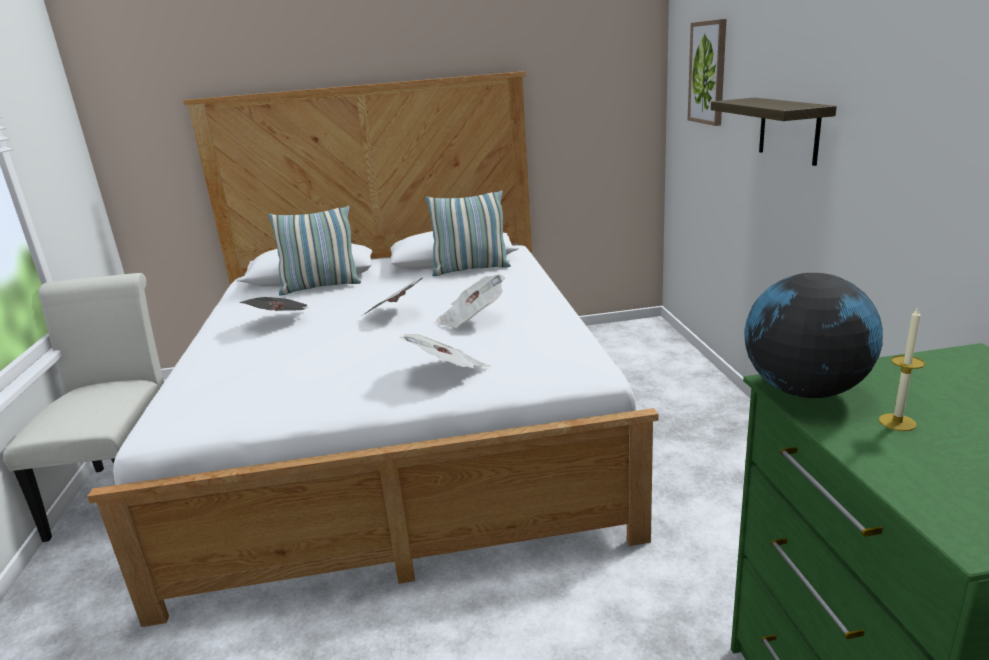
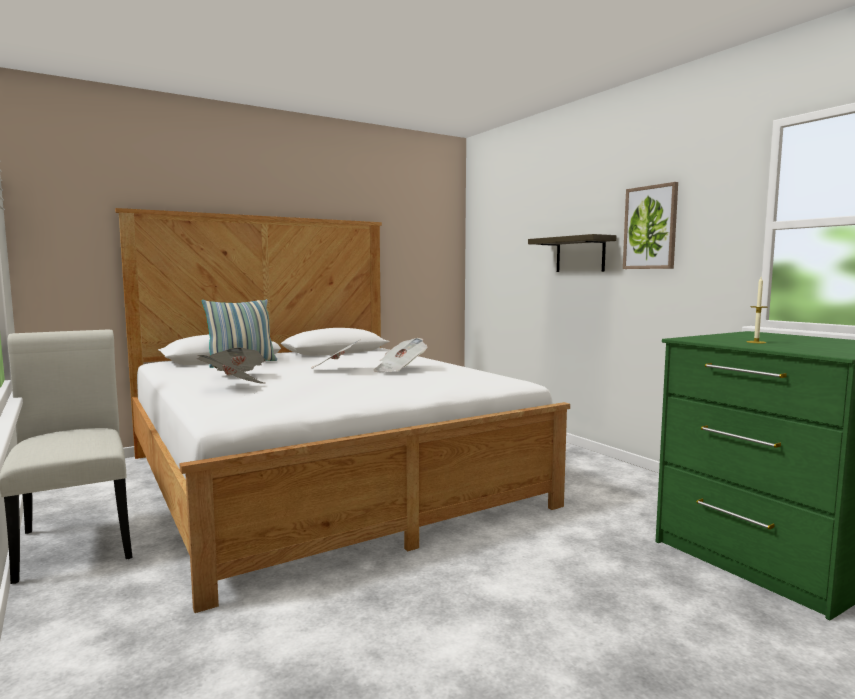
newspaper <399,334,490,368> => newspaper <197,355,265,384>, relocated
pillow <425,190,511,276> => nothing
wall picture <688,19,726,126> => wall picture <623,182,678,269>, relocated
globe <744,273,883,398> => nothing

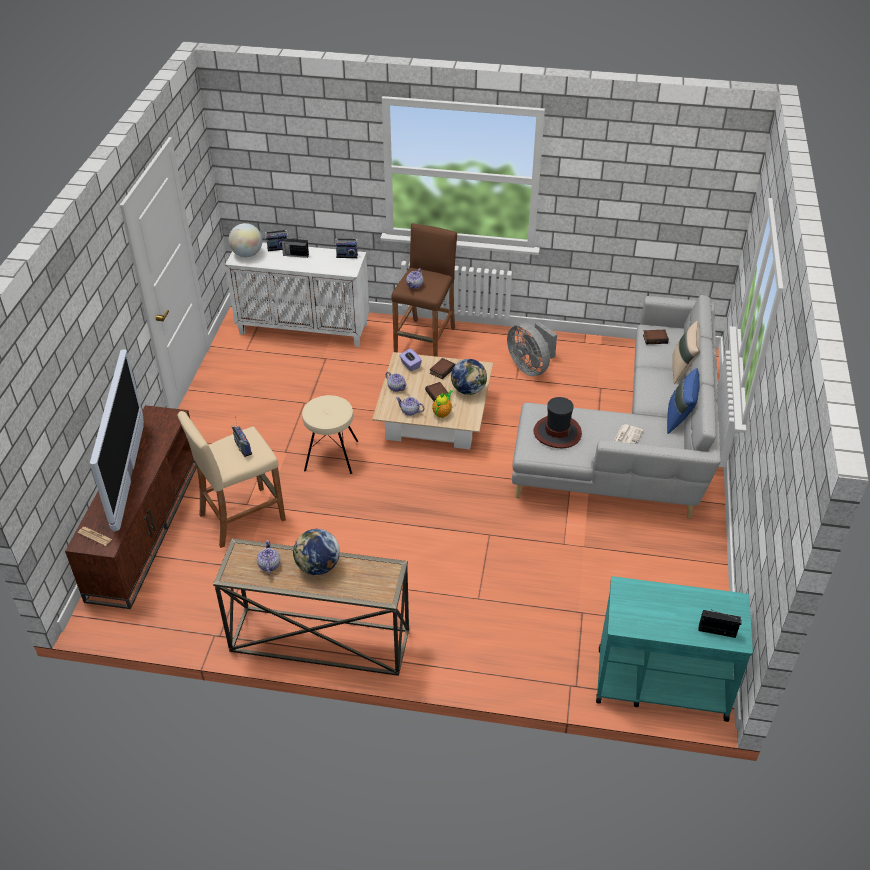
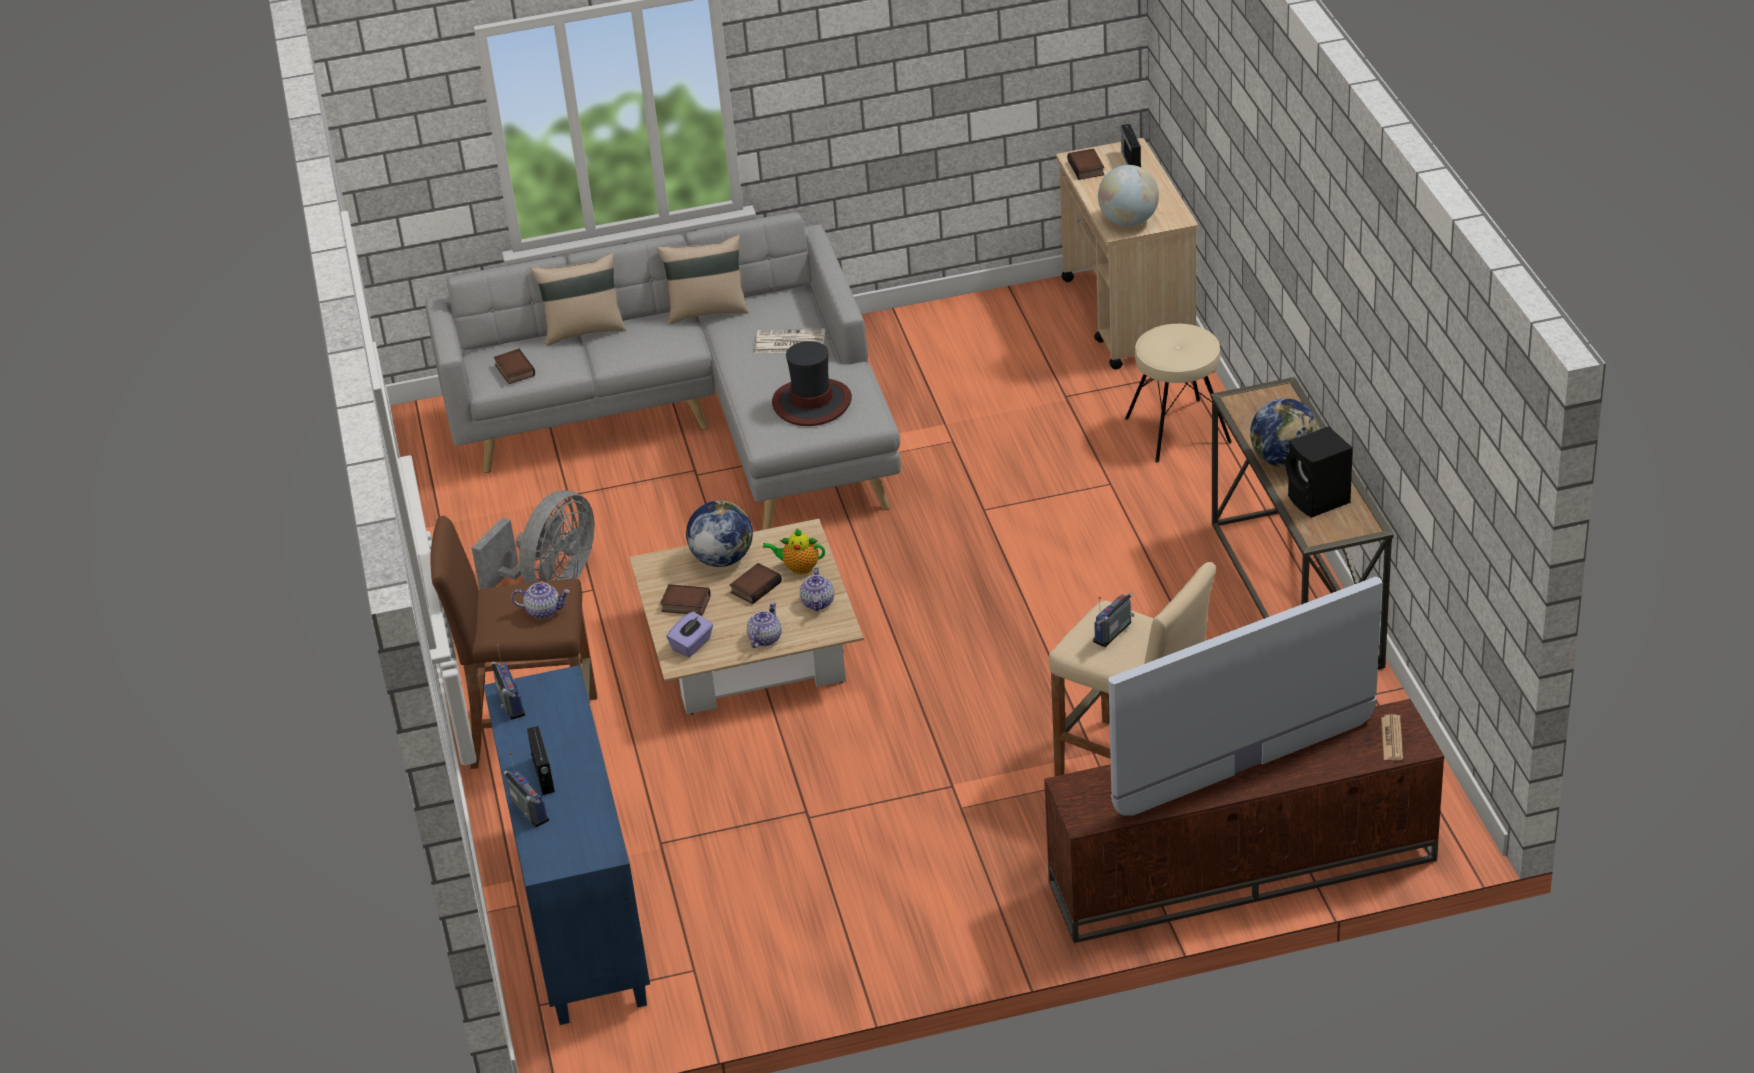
cabinet (whitish) <225,242,369,347> => cabinet (bluish) <484,665,650,1025>
globe <229,223,262,257> => globe <1098,165,1159,227>, relocated
teapot <257,540,280,575> => loudspeaker (black-coloured) <1286,426,1353,518>
stool seat (sand-coloured) <302,395,358,474> => stool seat (sand-coloured) <1125,324,1232,463>, relocated
cart (turquoise-coloured) <596,576,753,722> => cart (sand-coloured) <1056,138,1198,370>
pillow (bluish) <667,368,699,434> => pillow (sand-coloured) <656,235,749,325>
nothing => bound book <1067,149,1104,180>

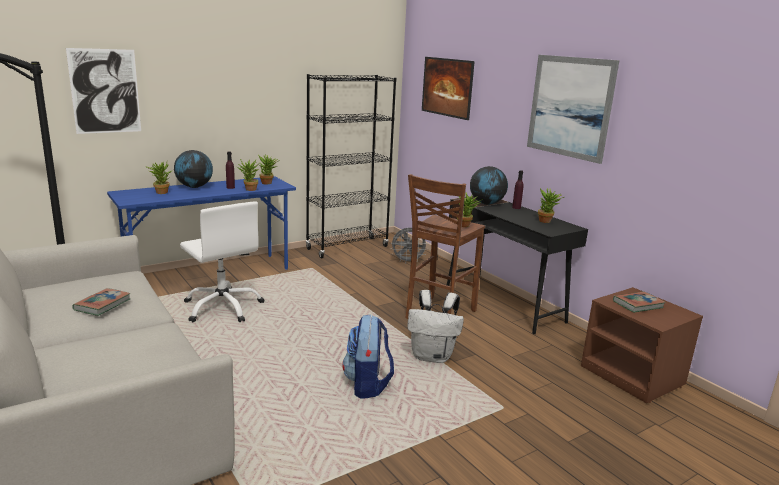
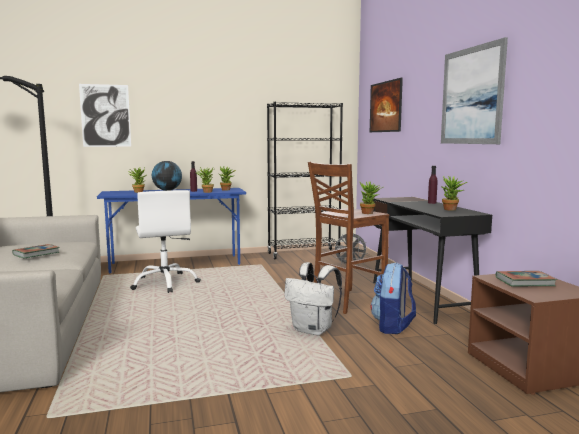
backpack <342,314,394,399> => backpack <370,262,416,334>, relocated
globe <470,166,508,205> => nothing

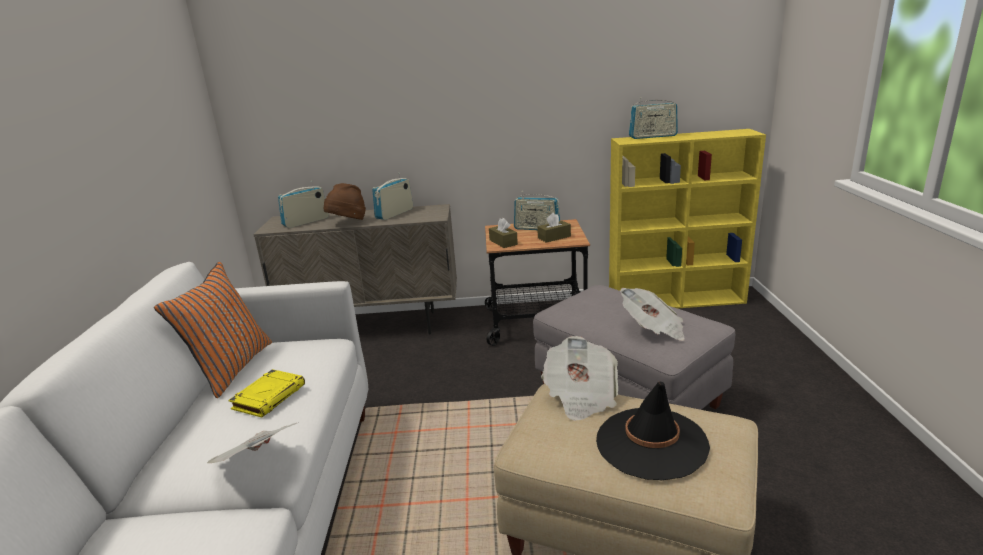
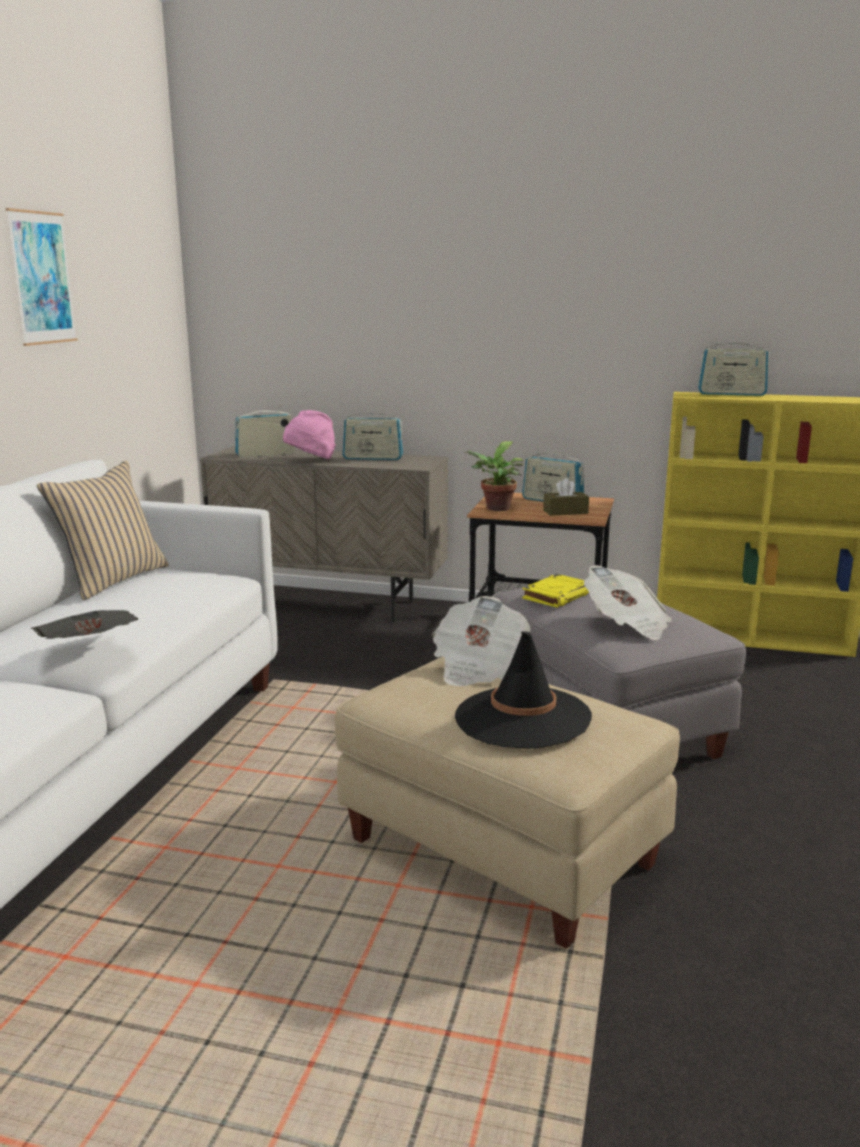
pillow (orange) <154,262,272,398> => pillow (sand-coloured) <37,461,169,600>
bound book (yellow-coloured) <228,369,305,418> => bound book (yellow-coloured) <522,574,589,608>, relocated
hat (brown) <324,183,366,220> => hat (pink-coloured) <283,410,335,459>
radio receiver <372,173,413,220> => radio receiver <343,408,403,460>, 135 degrees counterclockwise
tissue holder (brown) <489,218,518,248> => potted plant <465,441,524,511>
nothing => wall picture <6,208,78,346>

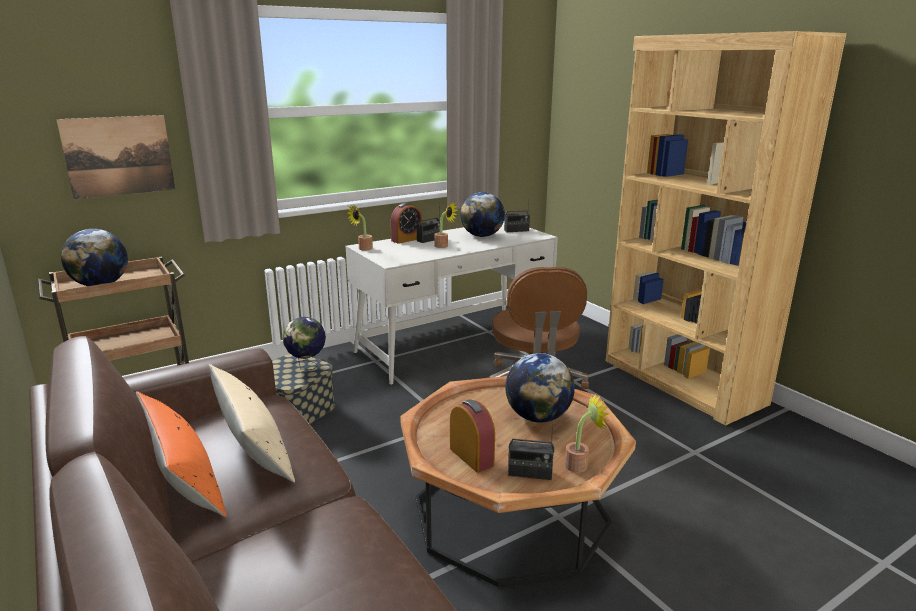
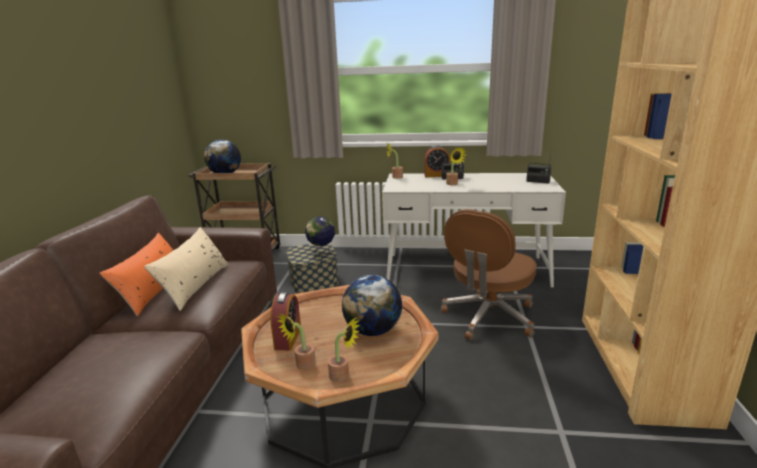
wall picture <56,115,175,199> => nothing
globe <460,192,505,237> => nothing
radio receiver <508,426,554,480> => potted plant <277,313,316,370>

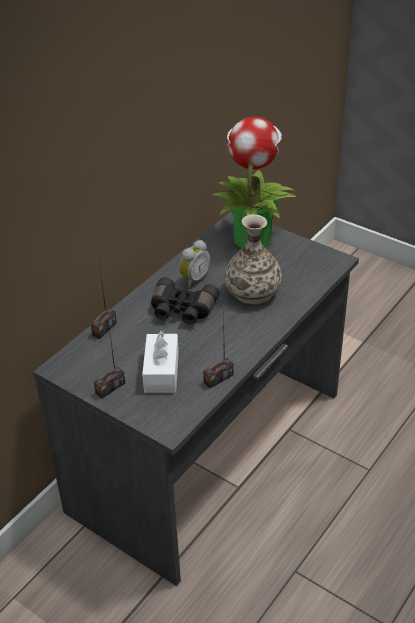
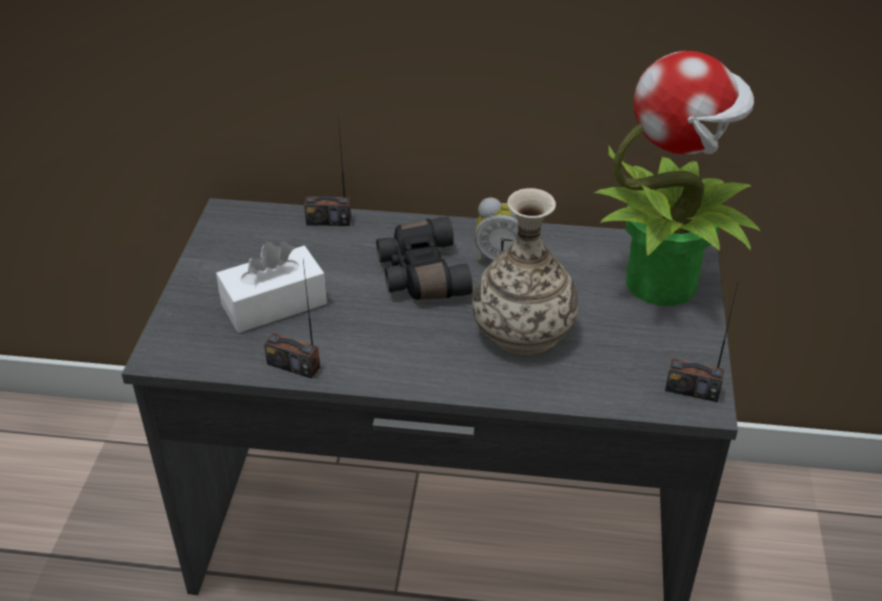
radio receiver <94,321,125,398> => radio receiver <665,283,738,402>, relocated

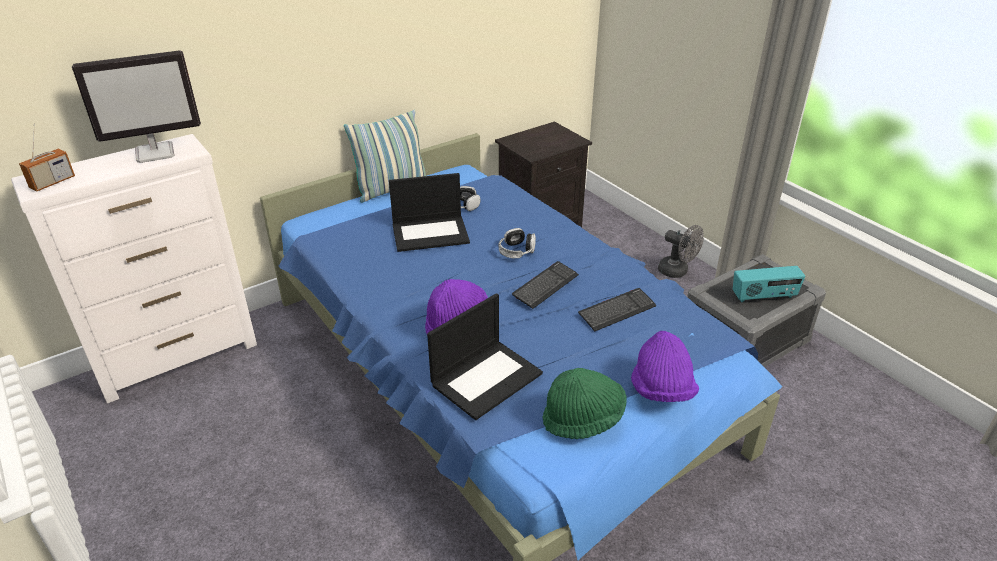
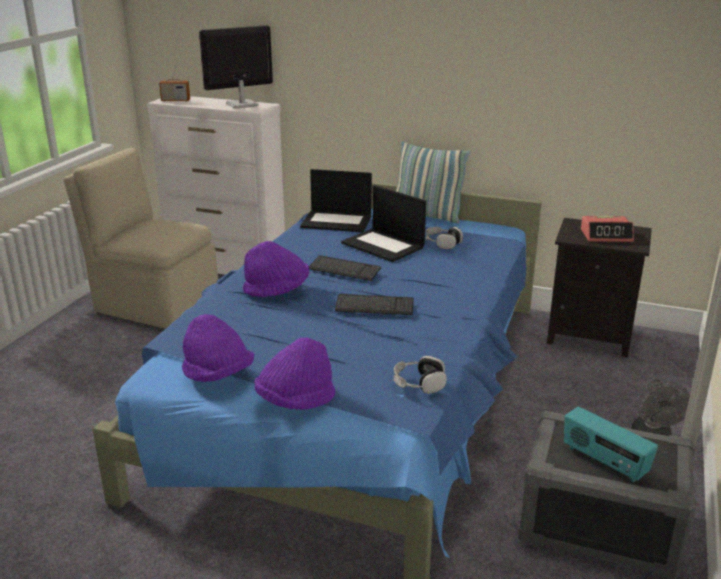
computer display <72,50,201,163> => computer display <199,25,273,109>, 120 degrees clockwise
portable computer <427,293,543,420> => portable computer <300,169,372,232>, relocated
headset <499,228,536,258> => headset <393,356,447,394>, relocated
hat (green) <543,368,627,439> => hat (purple) <182,314,254,382>
PC keyboard <578,288,657,331> => PC keyboard <309,255,381,281>, relocated
nothing => plain chair (sand-coloured) <63,148,218,329>
nothing => alarm clock <581,216,634,242>

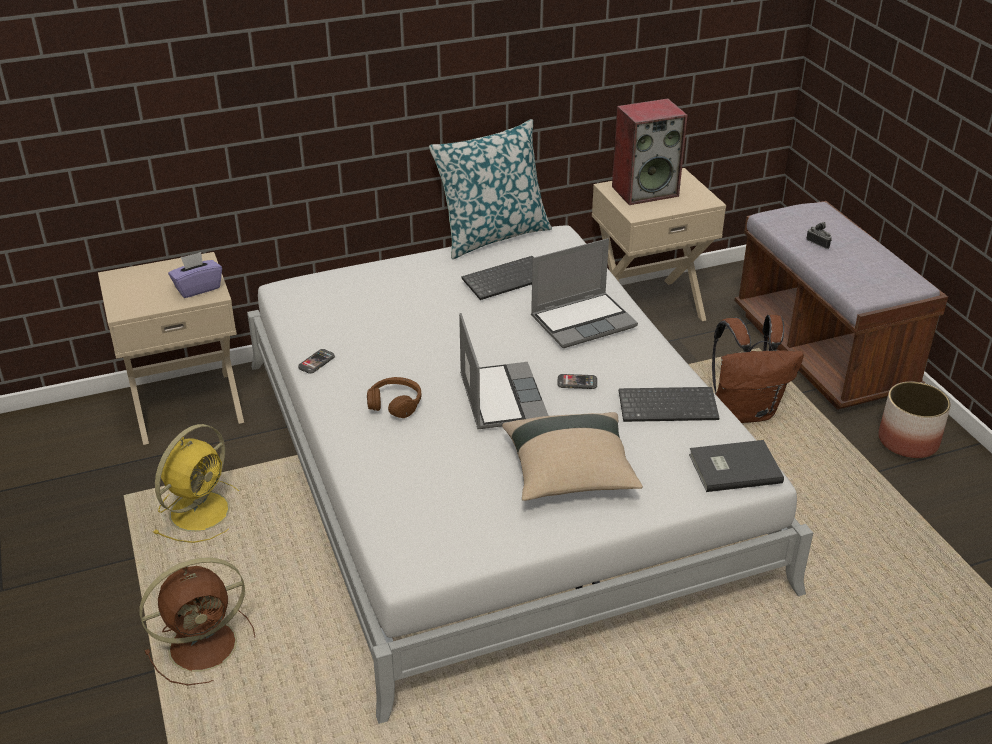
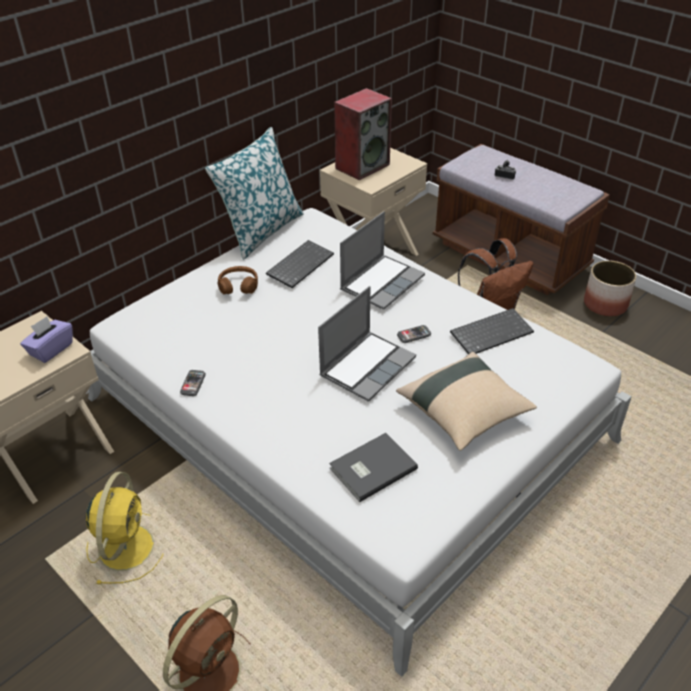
headset (brown) <367,377,421,418> => headset (brown) <218,266,258,294>, relocated
portable computer <459,313,549,429> => portable computer <318,286,416,402>, 75 degrees clockwise
bound book (grey) <689,440,784,492> => bound book (grey) <329,433,418,502>, relocated

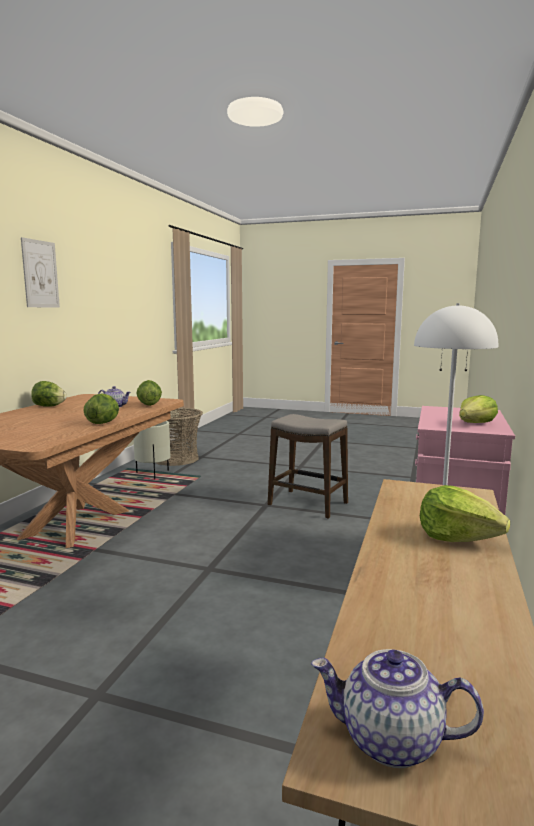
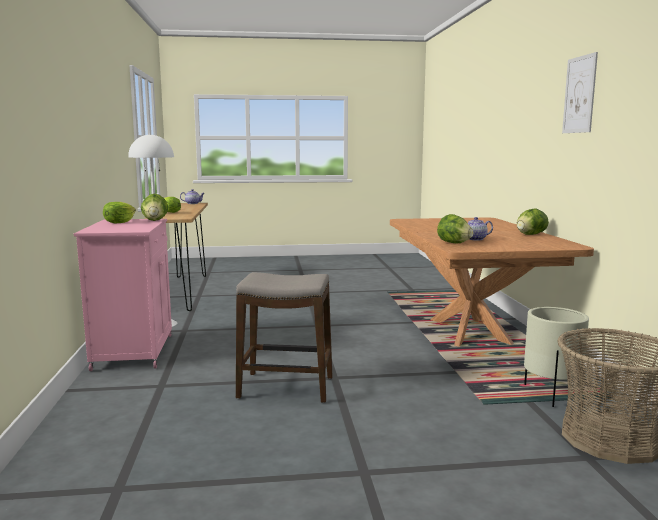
lettuce <83,394,119,424> => lettuce <141,194,168,221>, relocated

